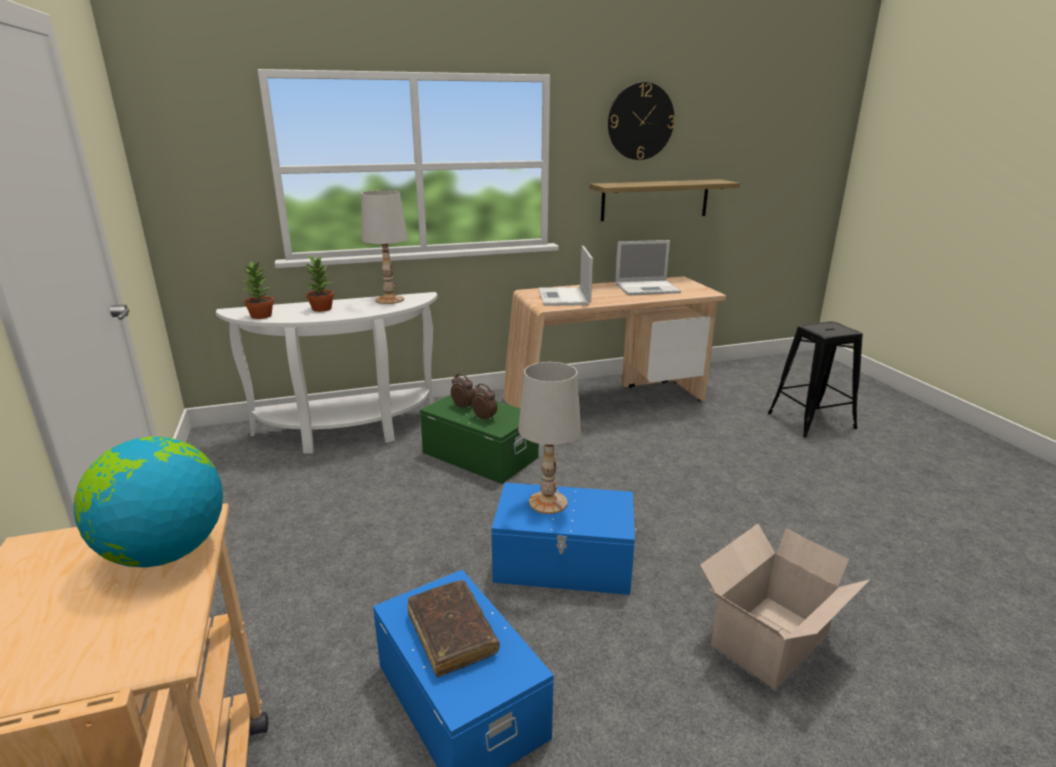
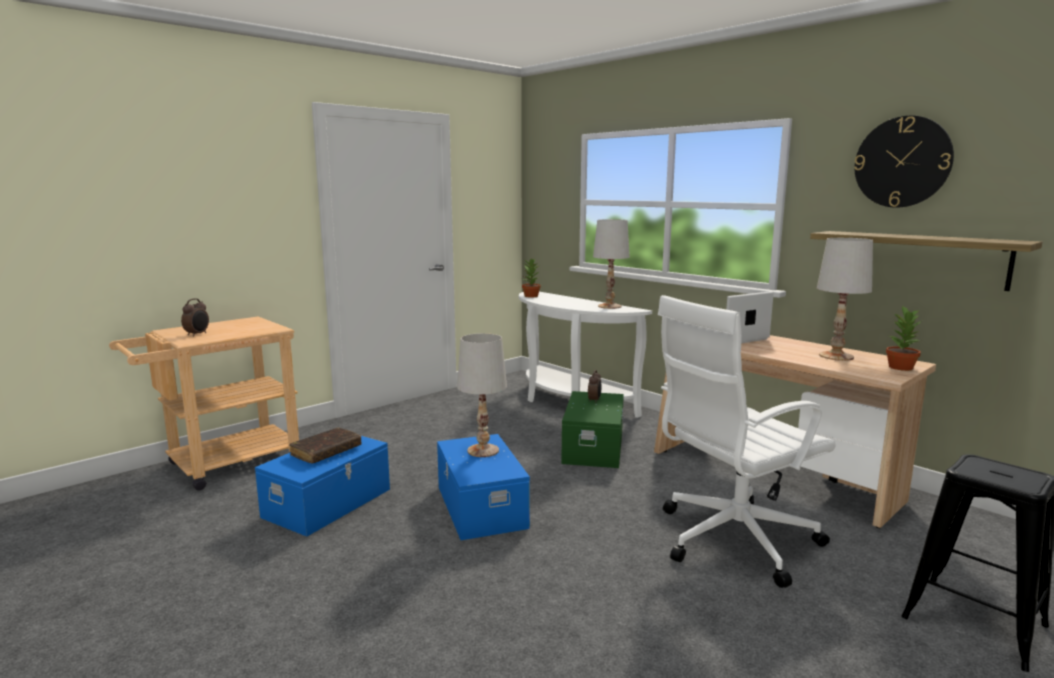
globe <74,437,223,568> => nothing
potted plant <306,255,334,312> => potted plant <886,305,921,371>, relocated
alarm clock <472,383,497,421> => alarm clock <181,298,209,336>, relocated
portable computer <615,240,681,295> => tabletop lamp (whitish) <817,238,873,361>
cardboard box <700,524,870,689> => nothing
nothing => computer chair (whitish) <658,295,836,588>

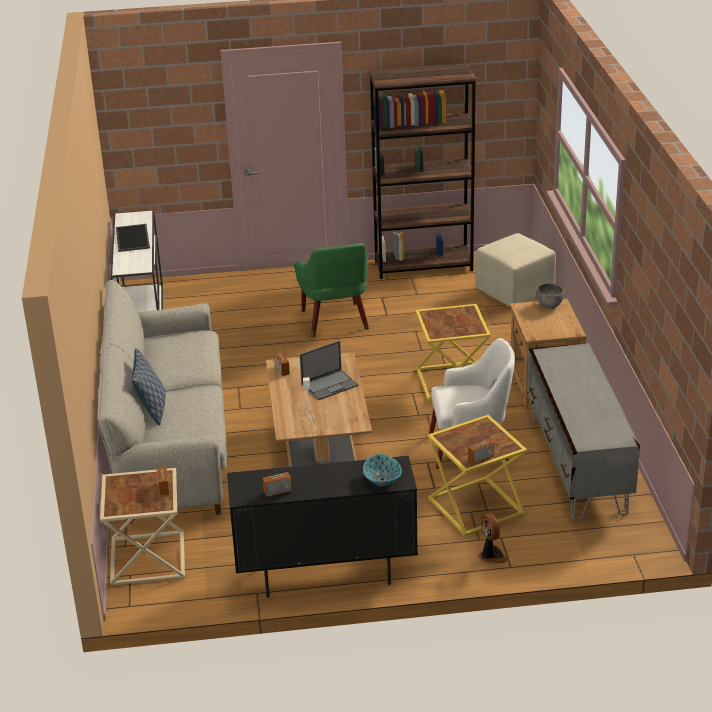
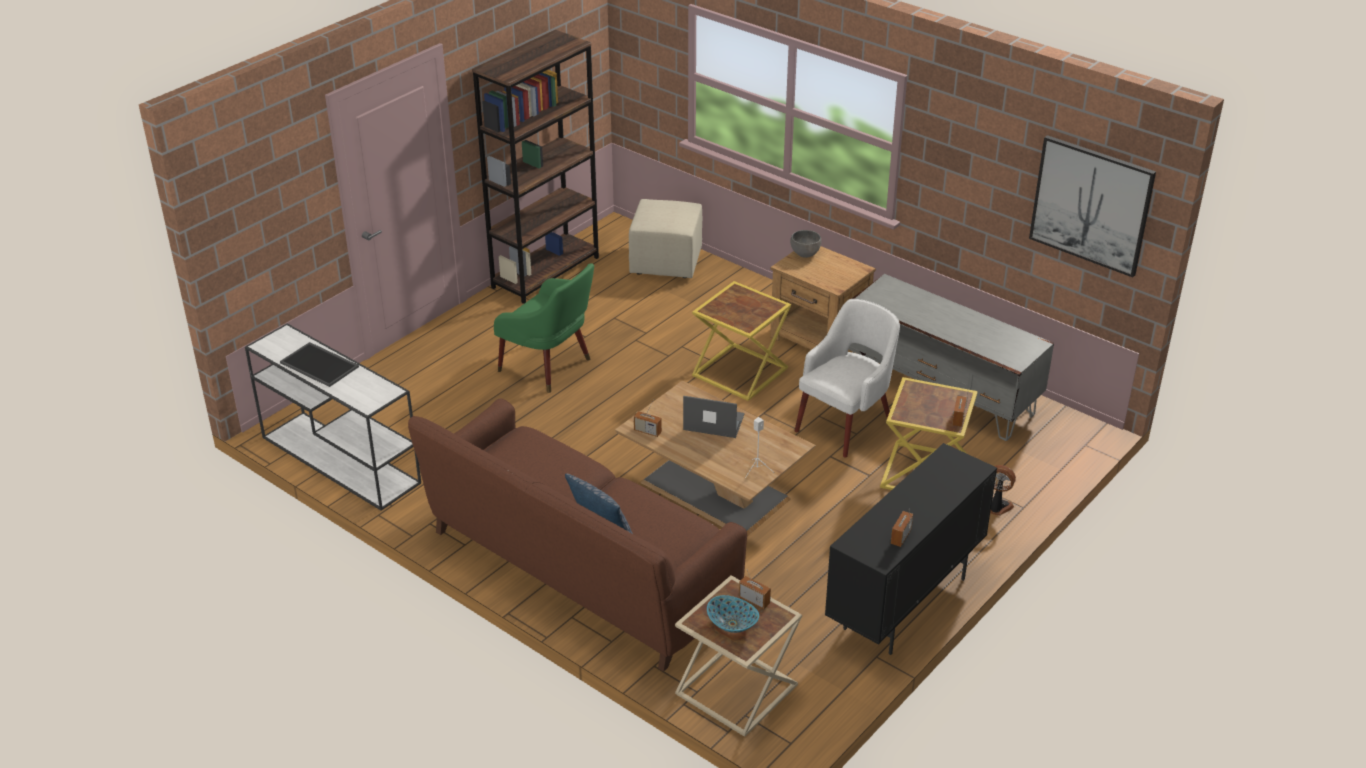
sofa (grey) <97,280,227,524> => sofa (brown) <408,399,747,672>
portable computer <300,341,359,400> => portable computer <683,396,745,438>, 90 degrees counterclockwise
deep dish <363,454,402,486> => deep dish <707,595,759,633>, relocated
nothing => wall picture <1029,135,1156,277>

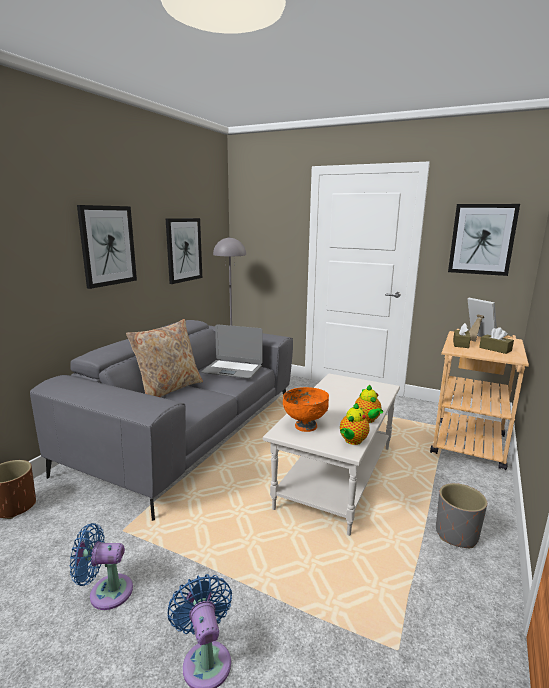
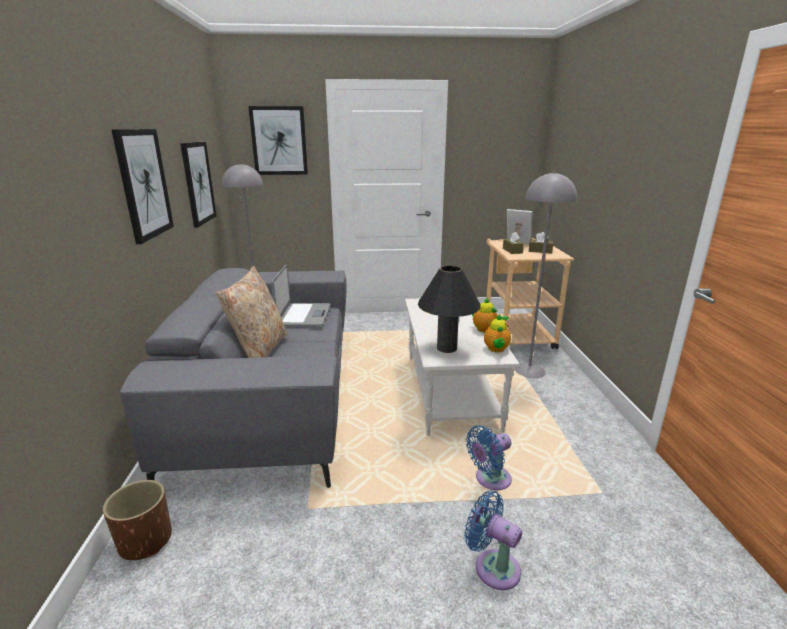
electric fan (bluish) <70,523,133,610> => electric fan (bluish) <466,425,512,490>, relocated
portable computer <201,324,263,378> => portable computer <271,264,331,327>, 75 degrees counterclockwise
deep dish (orange) <283,387,329,432> => tabletop lamp (black-coloured) <418,266,481,353>
flower pot (grey) <436,483,487,548> => nothing
wall picture <448,204,520,276> => wall picture <248,106,308,175>, relocated
nothing => standing lamp (grey) <514,172,577,378>

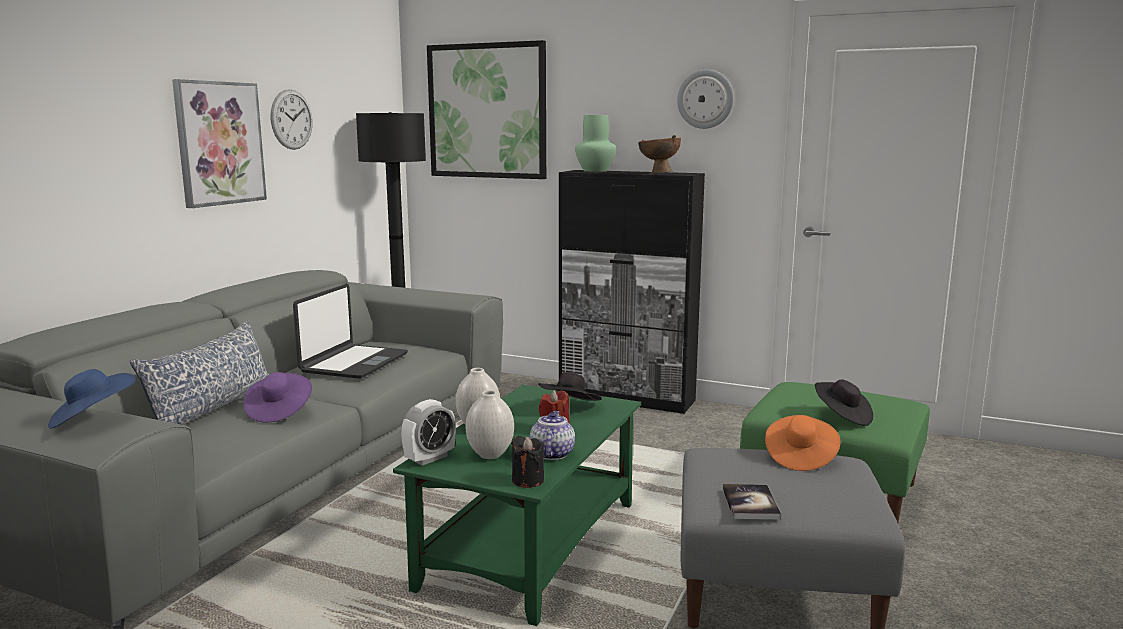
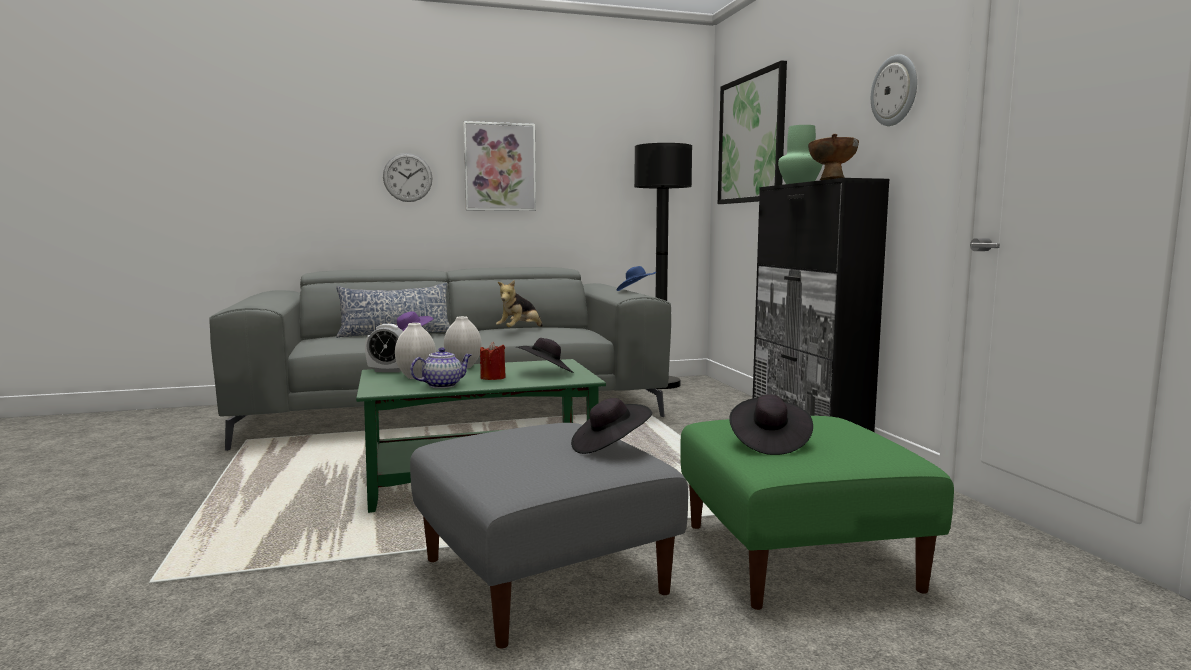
hat (bluish) <48,369,136,429> => hat (bluish) <617,266,656,291>, relocated
wall clock <271,89,313,150> => wall clock <383,153,433,202>, relocated
portable computer <293,284,408,379> => plush toy <496,280,543,327>
candle (black-coloured) <511,436,544,488> => nothing
bound book <723,484,781,519> => nothing
hat (orange) <765,415,840,471> => hat (black-coloured) <571,398,652,454>

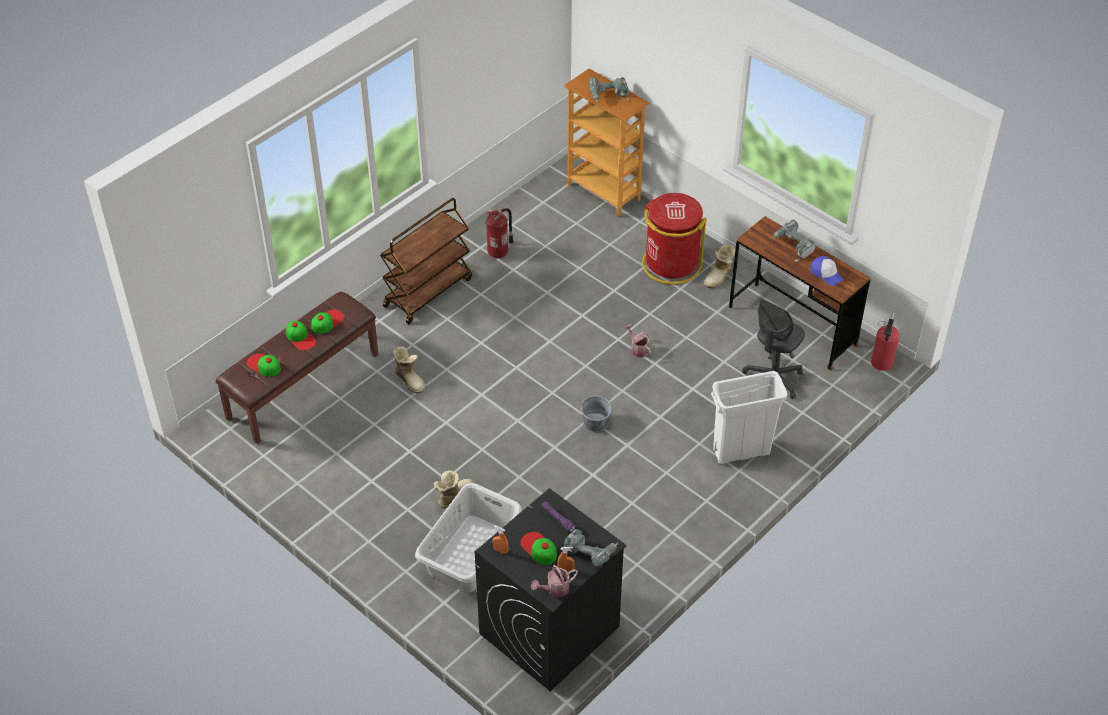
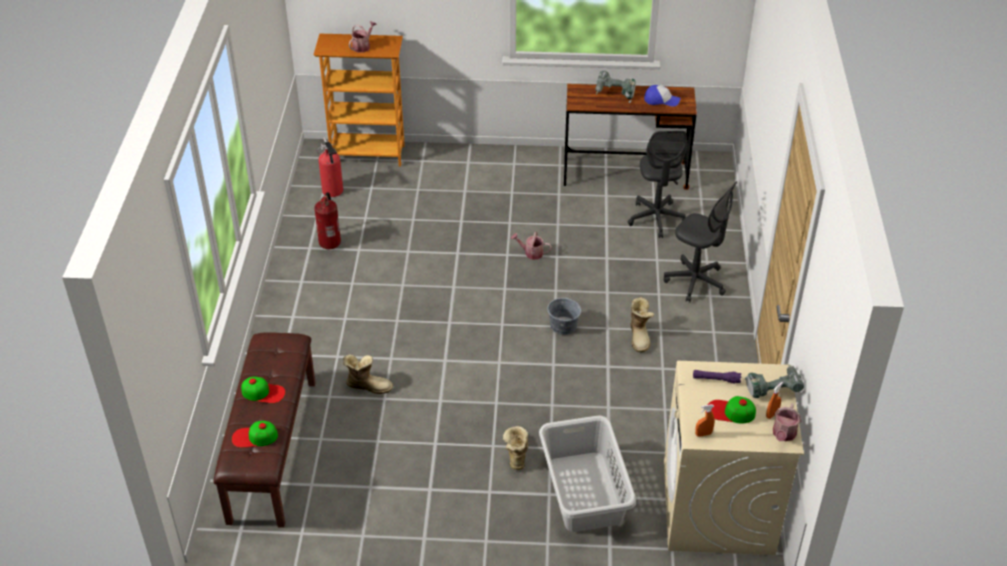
baseball cap <311,310,344,334> => nothing
cart (brown) <380,198,472,324> => nothing
washing machine (black-coloured) <475,488,627,691> => washing machine (sand-coloured) <664,361,804,555>
power drill <588,77,629,103> => sprinkling can <349,21,377,53>
waste bin (reddish) <642,193,707,285> => nothing
boot <703,244,735,288> => boot <631,297,654,352>, relocated
waste bin (whitish) <711,371,787,464> => computer chair (grey) <664,181,738,302>
extinguisher <871,312,899,371> => extinguisher <317,137,343,197>, relocated

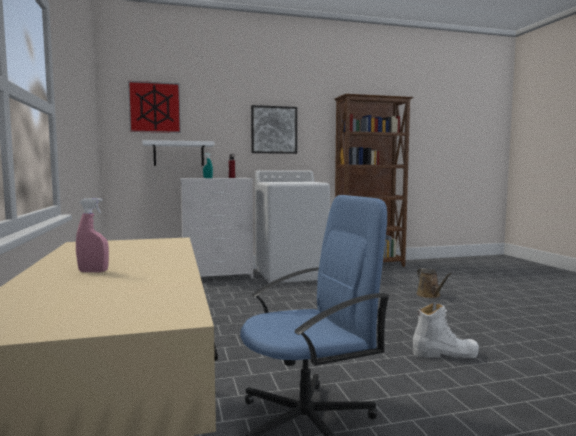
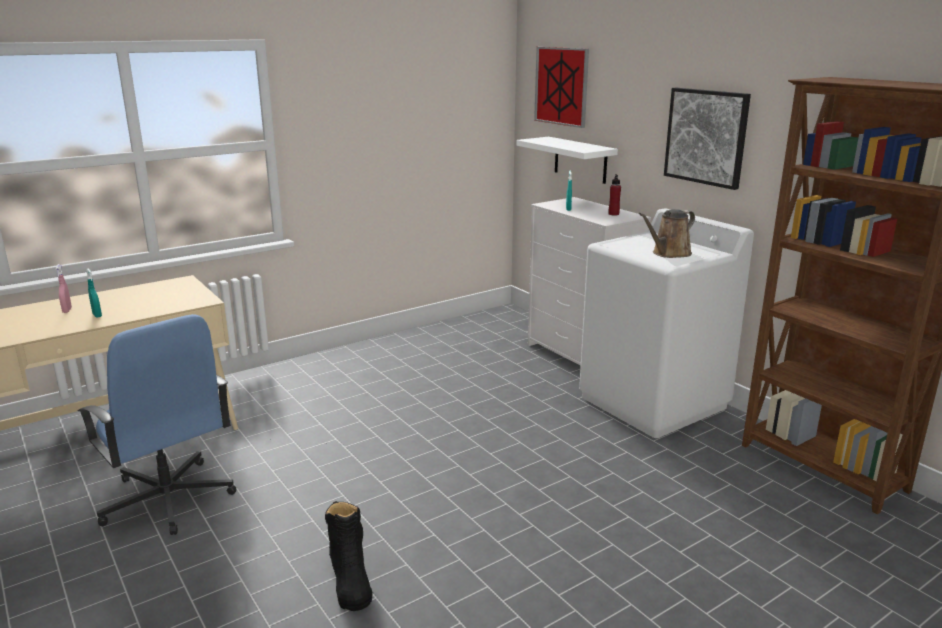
boot (whitish) <413,303,479,358> => boot (black-coloured) <325,501,373,611>
sprinkling can (brown) <417,268,452,298> => sprinkling can (brown) <639,209,695,258>, relocated
nothing => hand sprayer (turquoise-coloured) <86,269,102,318>

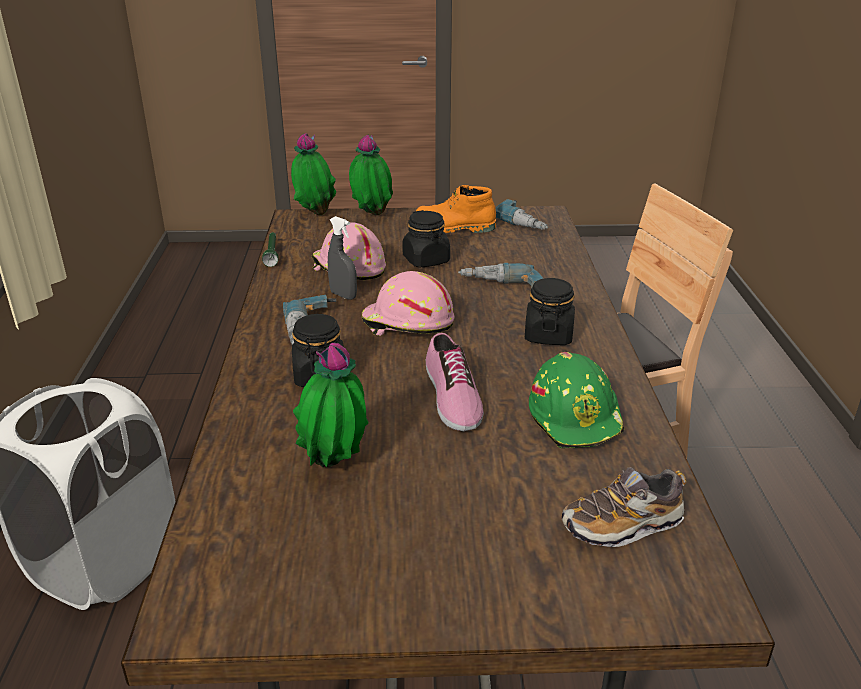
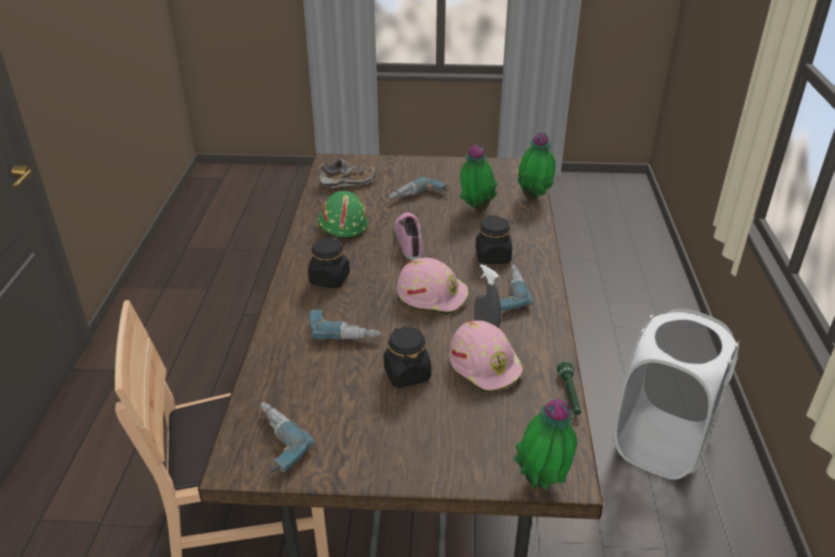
potted plant <349,135,393,215> => potted plant <517,132,555,200>, relocated
boot (orange) <416,185,496,233> => nothing
nothing => power drill <388,176,449,200>

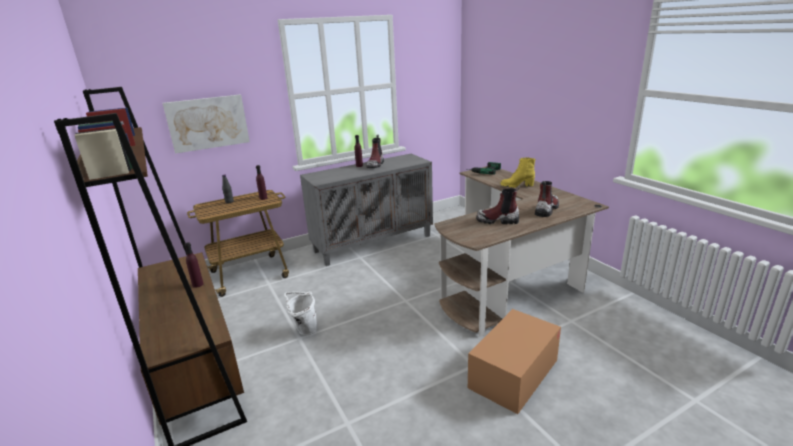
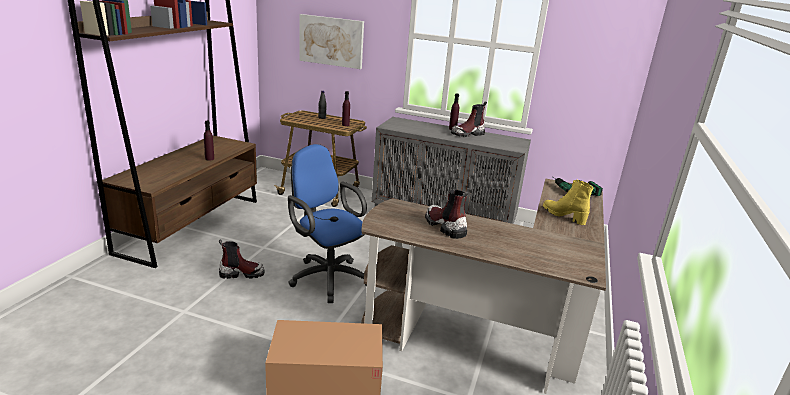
pail (whitish) <284,291,317,336> => nothing
boot <535,181,559,217> => boot <219,240,265,279>, relocated
nothing => computer chair (bluish) <288,144,367,303>

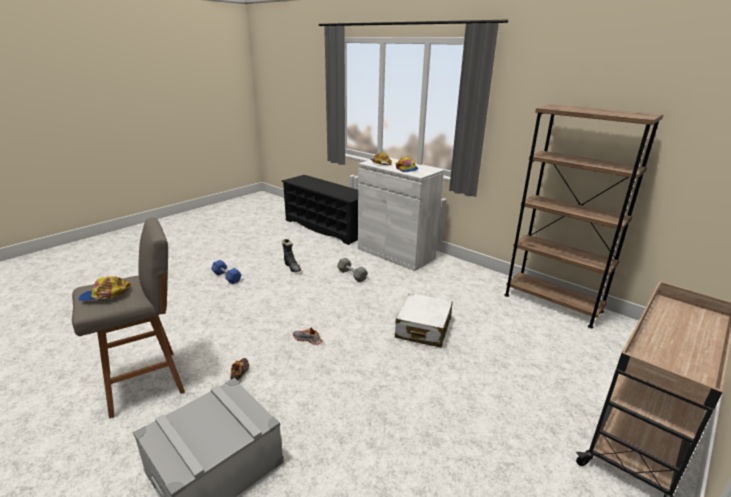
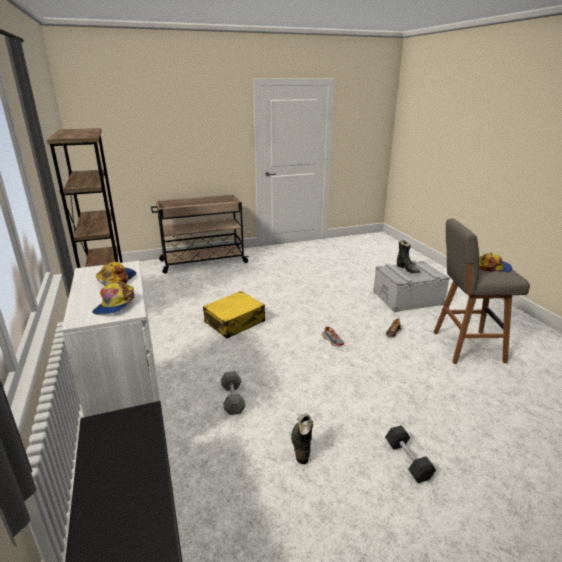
free weight (bluish) <211,260,242,284> => free weight (black-coloured) <385,425,436,483>
suitcase (whitish) <395,293,453,347> => suitcase (yellow-coloured) <203,291,265,338>
nothing => boot (black-coloured) <397,241,420,273>

